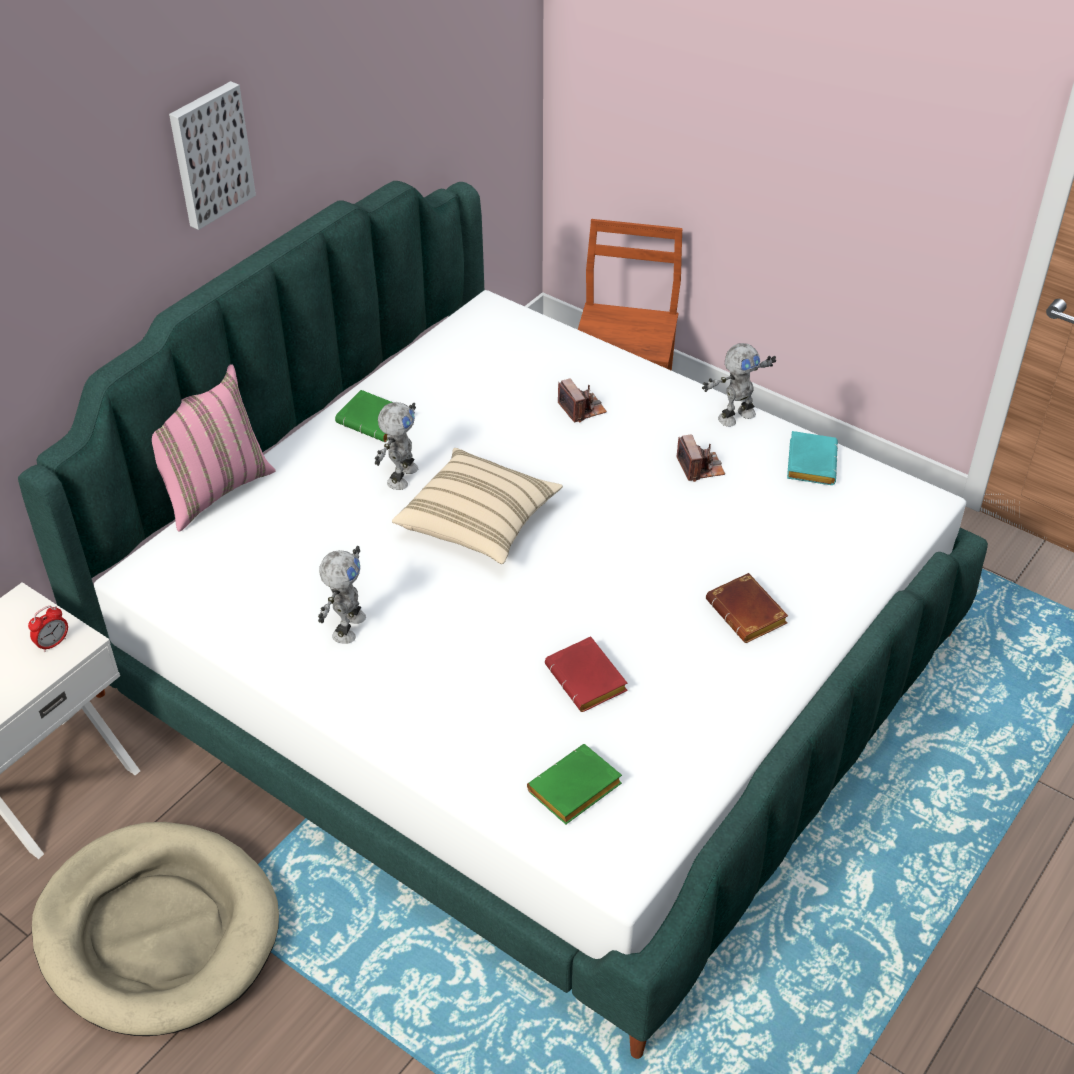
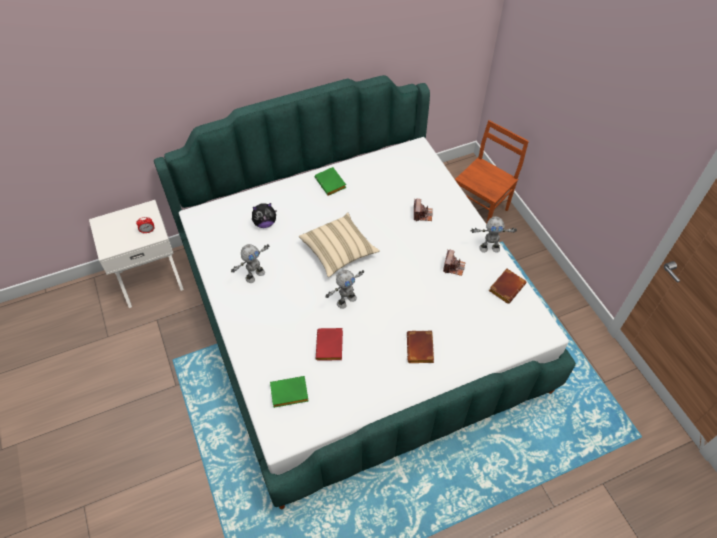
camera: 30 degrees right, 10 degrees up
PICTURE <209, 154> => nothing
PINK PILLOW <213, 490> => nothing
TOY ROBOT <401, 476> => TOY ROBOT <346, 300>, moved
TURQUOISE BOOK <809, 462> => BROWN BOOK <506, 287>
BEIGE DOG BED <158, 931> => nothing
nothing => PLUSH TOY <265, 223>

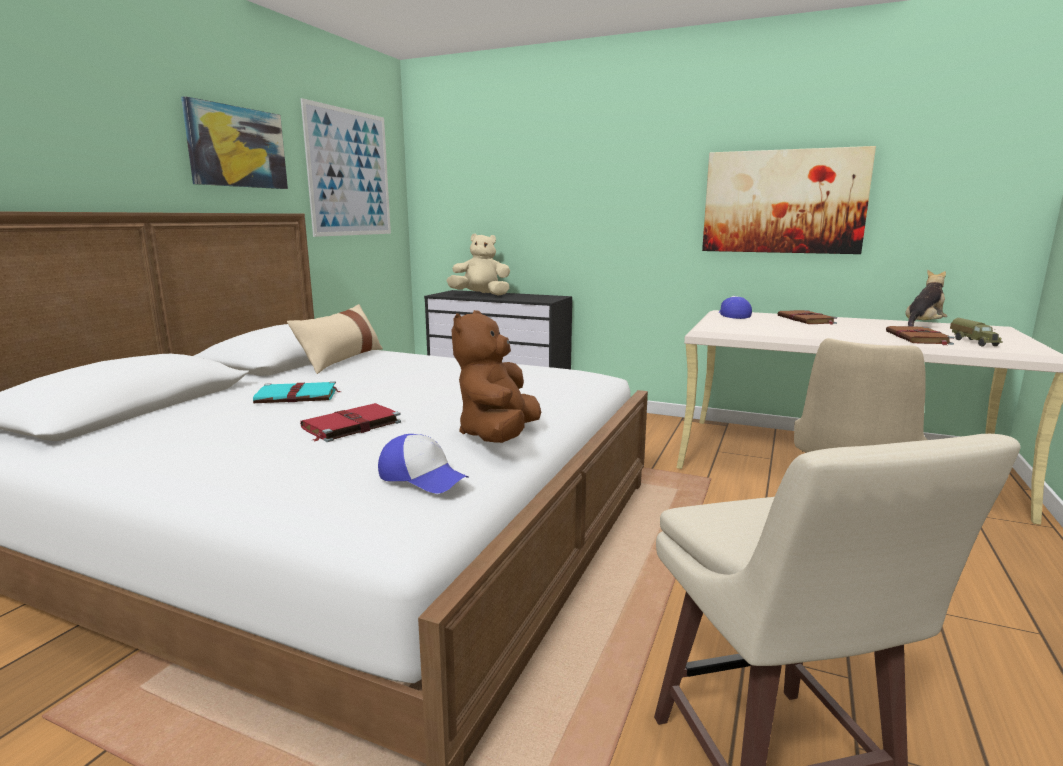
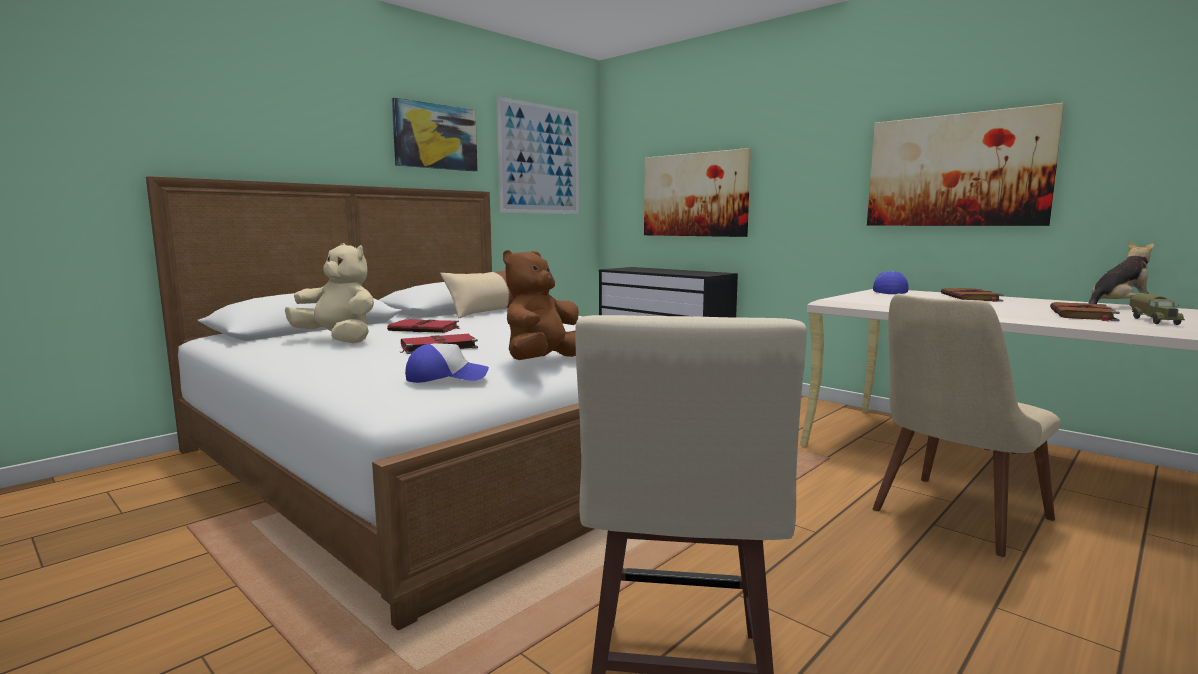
camera: 20 degrees right, 5 degrees down
BEIGE PLUSH TOY <481, 295> => BEIGE PLUSH TOY <338, 340>, moved
TURQUOISE BOOK <298, 396> => RED BOOK <425, 329>
CAP <422, 477> => CAP <446, 377>, 60 degrees counterclockwise
nothing => PICTURE <694, 195>

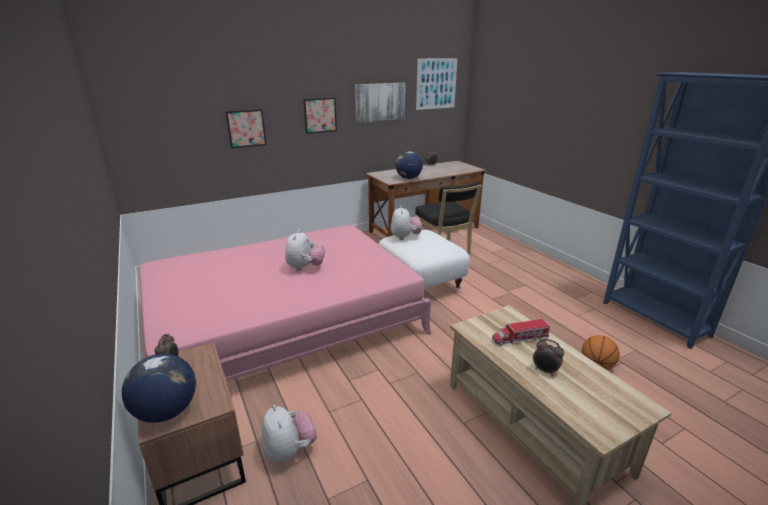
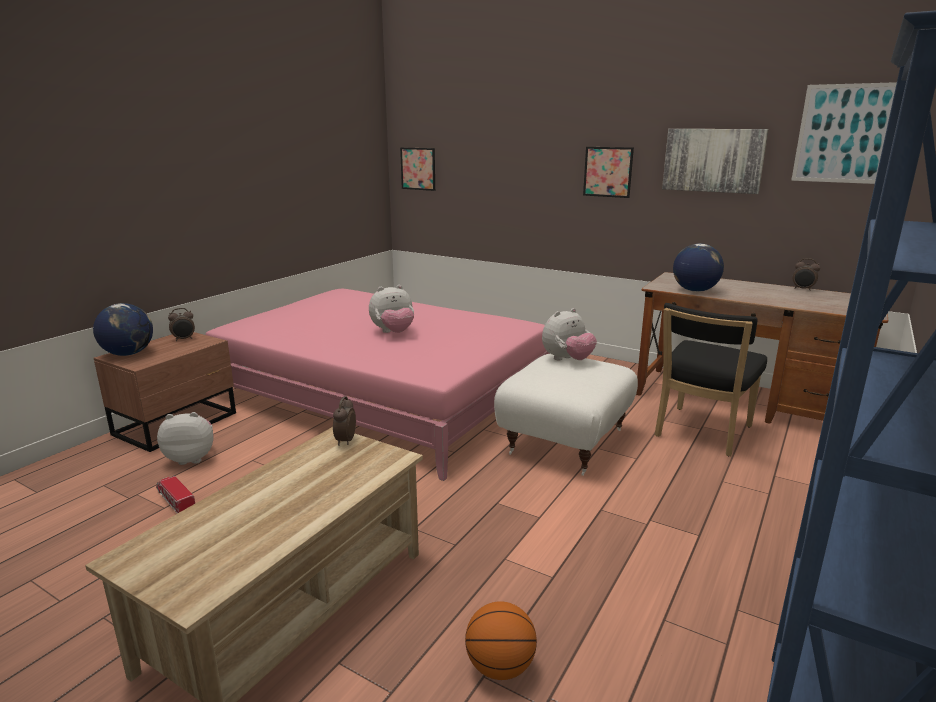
camera: 60 degrees right, 5 degrees down
PICTURE <246, 128> => PICTURE <418, 168>, moved
TOY TRUCK <519, 339> => TOY TRUCK <176, 501>, moved
ALARM CLOCK <545, 371> => ALARM CLOCK <345, 441>, moved
PLUSH TOY <289, 450> => PLUSH TOY <191, 458>, 135 degrees counterclockwise

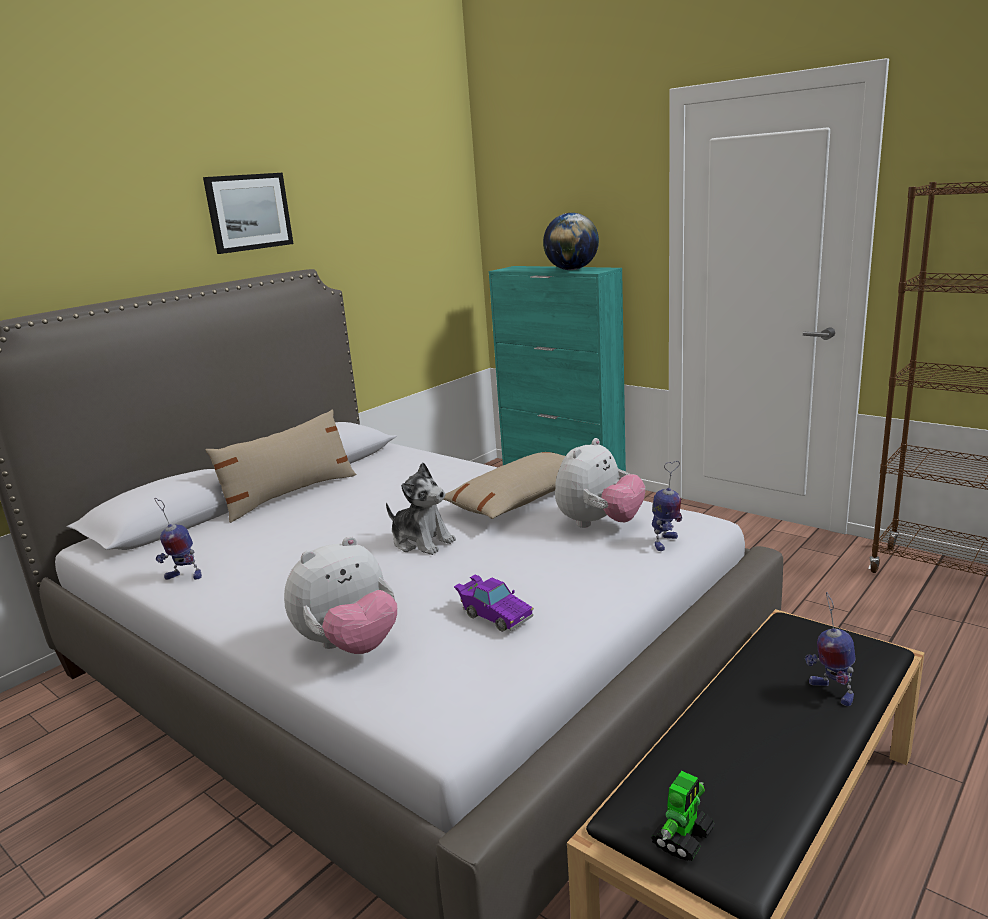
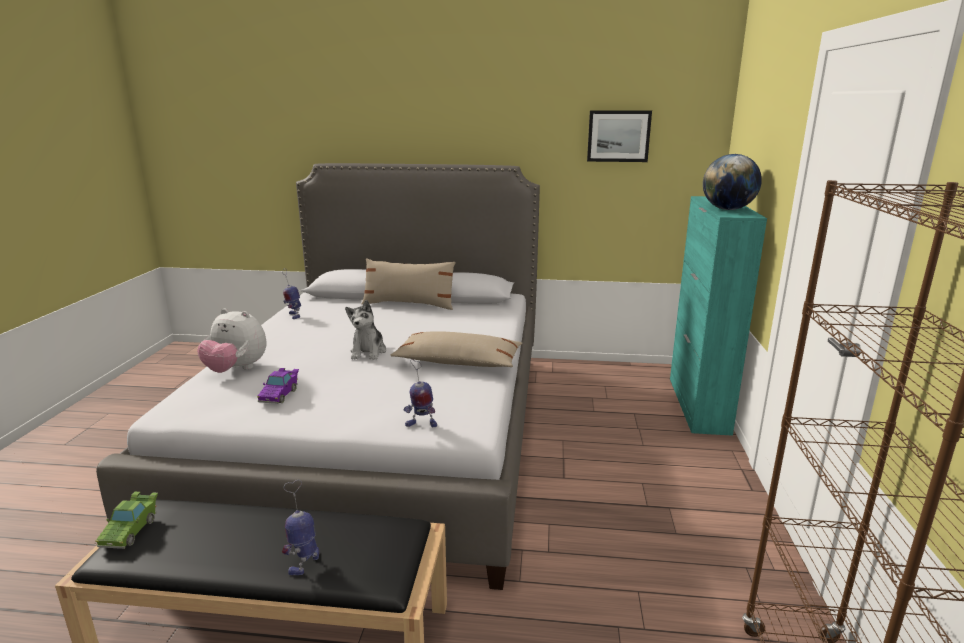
camera: 55 degrees right, 0 degrees up
PICTURE <248, 212> => PICTURE <618, 136>, moved
PLUSH TOY <599, 524> => nothing
TOY ROBOT <683, 837> => GREEN TOY CAR <131, 530>

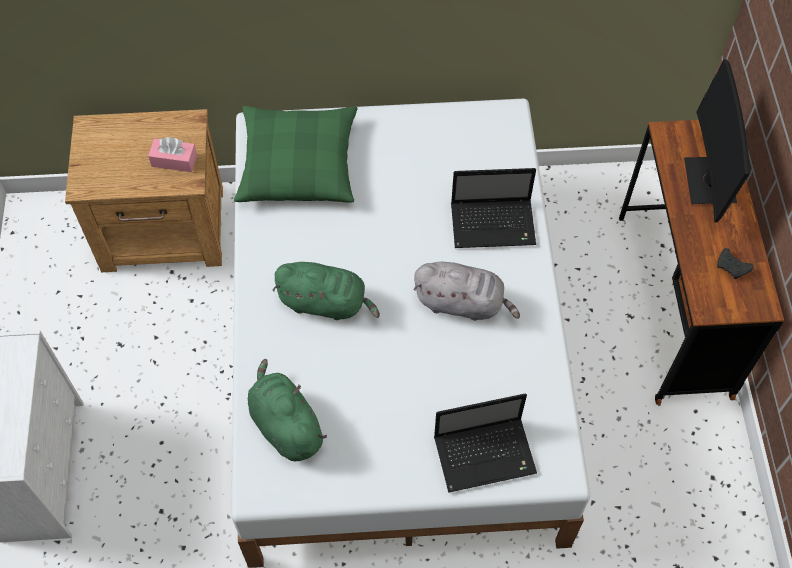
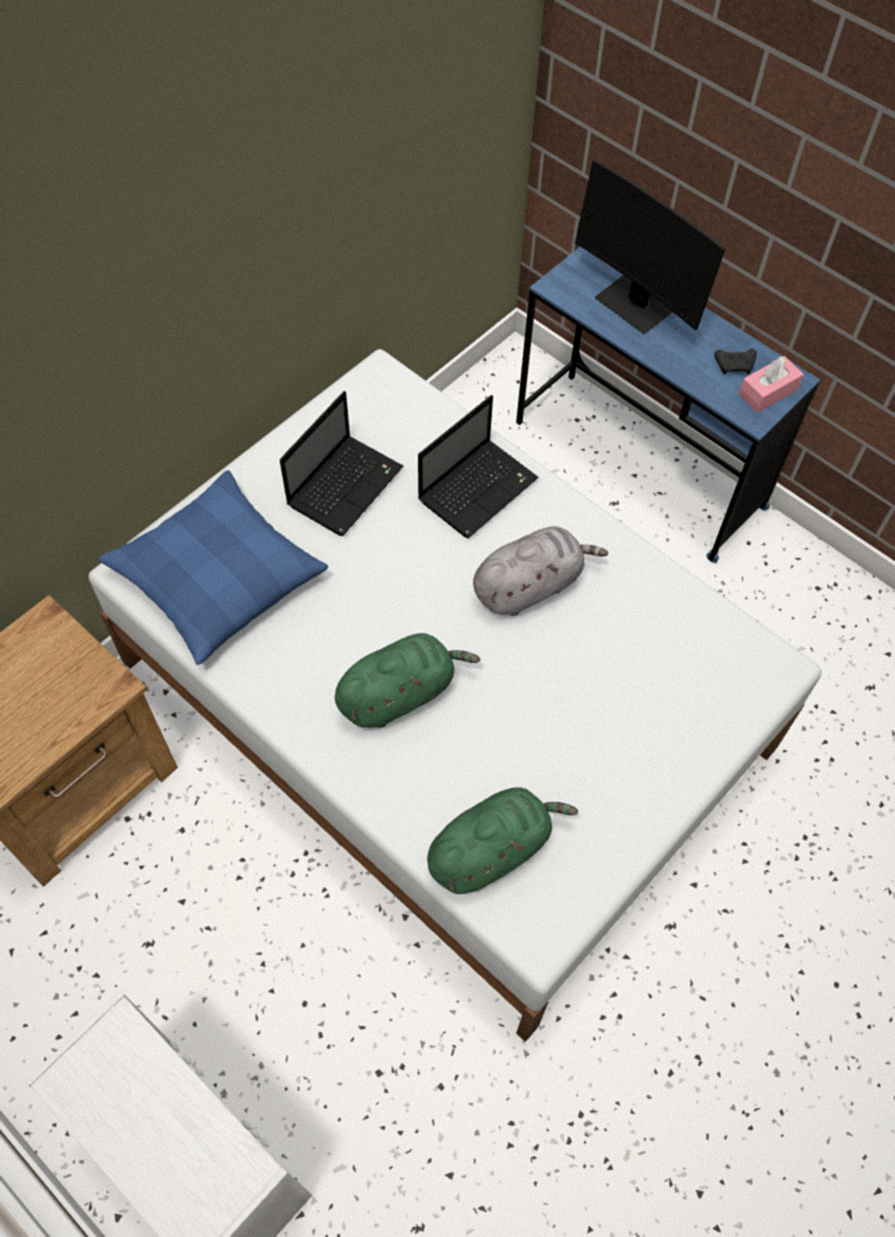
camera: 45 degrees left, 0 degrees up
GREEN PILLOW <298, 164> => BLUE PILLOW <217, 576>
BROWN DESK <673, 304> => BLUE DESK <638, 464>
PINK TISSUE BOX <174, 160> => PINK TISSUE BOX <767, 392>, moved
GREEN PLUSH TOY <285, 425> => GREEN PLUSH TOY <492, 849>, 135 degrees clockwise
LAPTOP <486, 454> => LAPTOP <346, 485>, moved

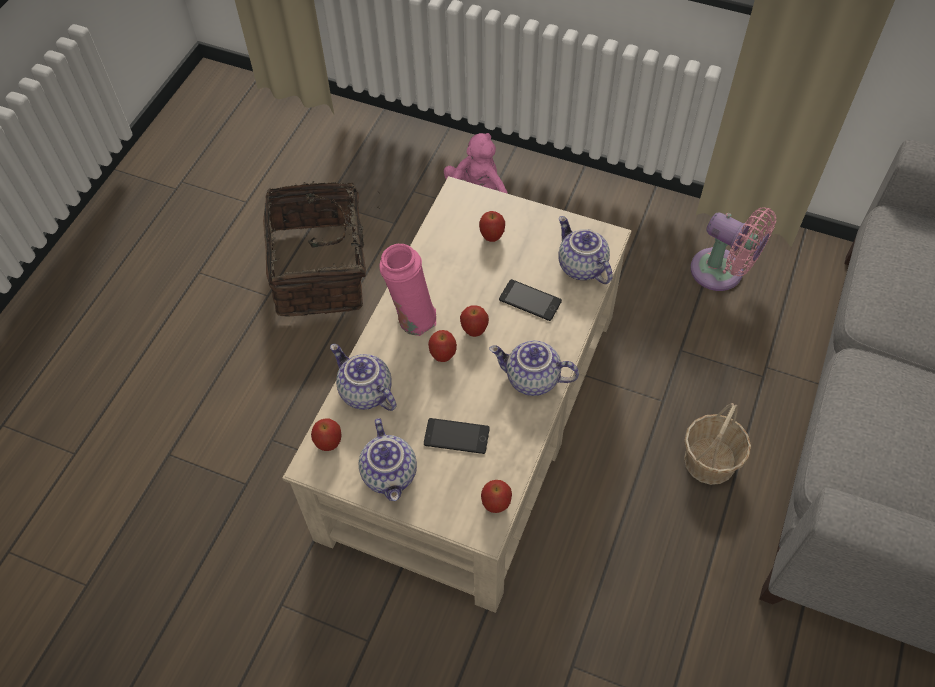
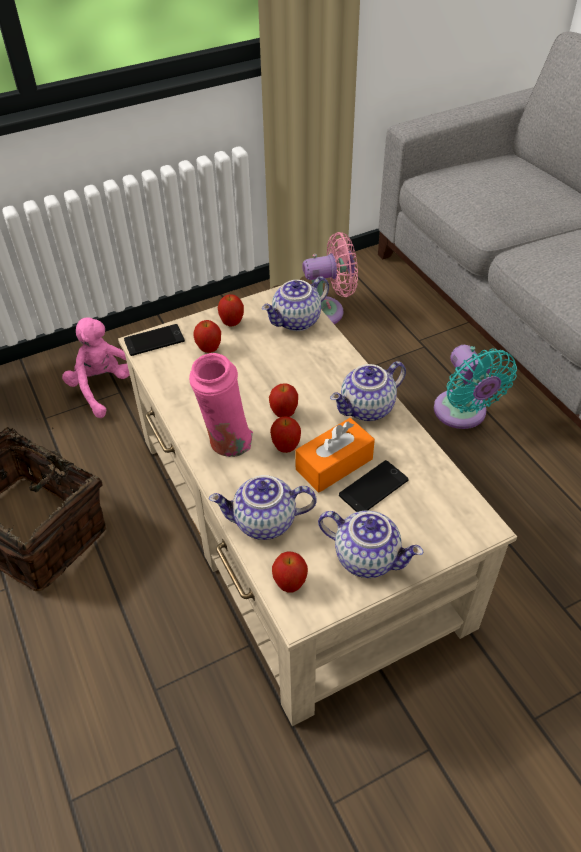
camera: 50 degrees left, 10 degrees down
TEAPOT <580, 267> => TEAPOT <297, 321>, 45 degrees counterclockwise
PHONE <530, 300> => PHONE <154, 340>, moved
BASKET <710, 461> => TURQUOISE FAN <462, 414>
APPLE <496, 504> => APPLE <232, 323>, moved
nothing => ORANGE TISSUE BOX <334, 464>

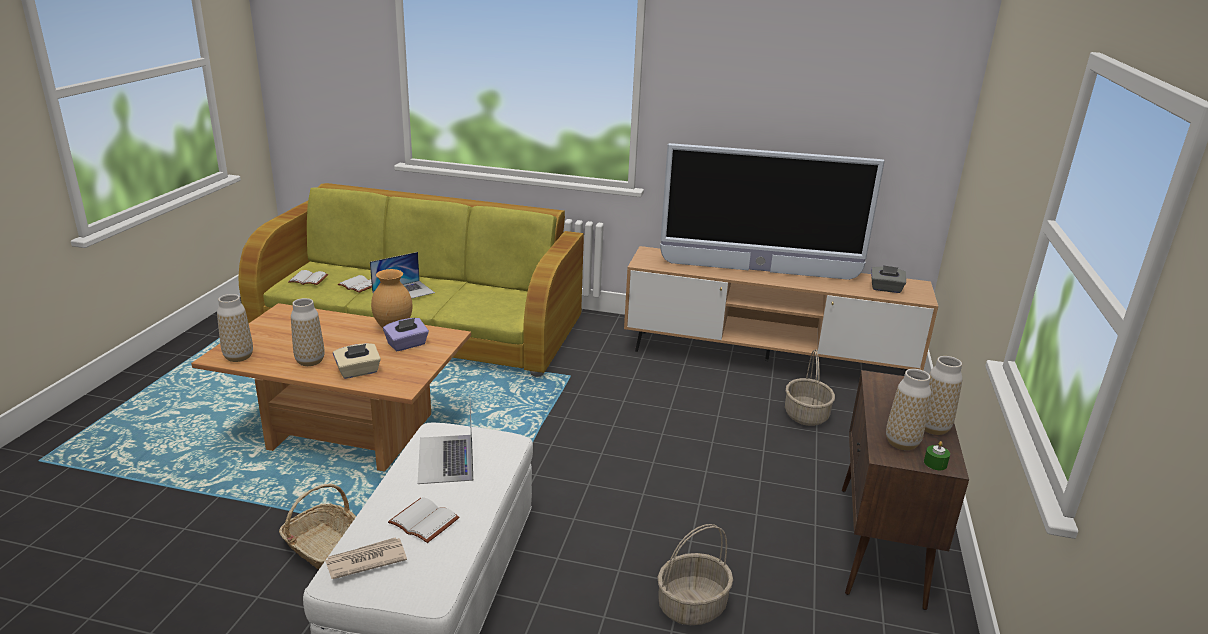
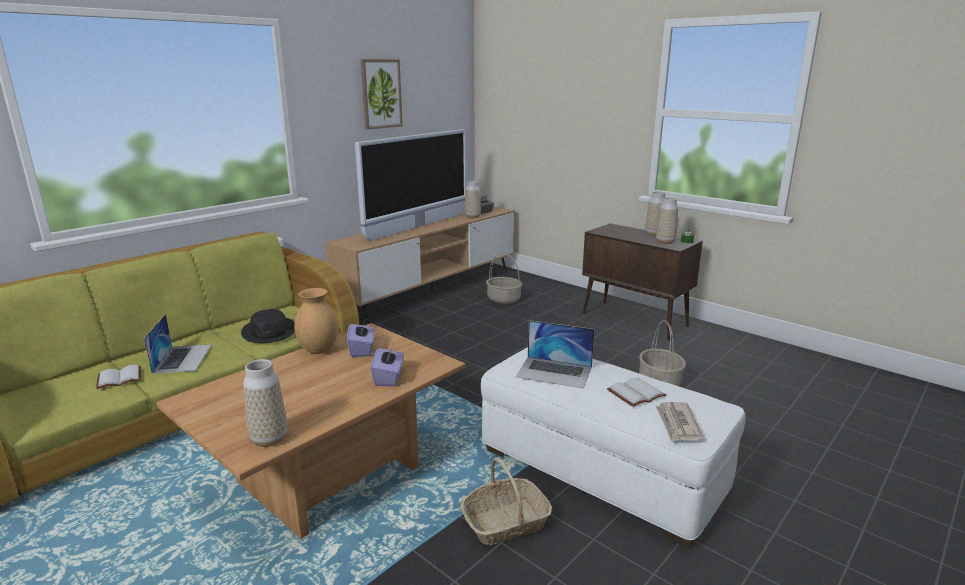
camera: 60 degrees left, 5 degrees down
WHITE BOOK <309, 279> => nothing
VASE <310, 361> => VASE <472, 217>, moved
BEIGE TISSUE BOX <358, 372> => PURPLE TISSUE BOX <389, 378>
nothing => PICTURE <381, 94>
nothing => BLACK HAT <269, 331>

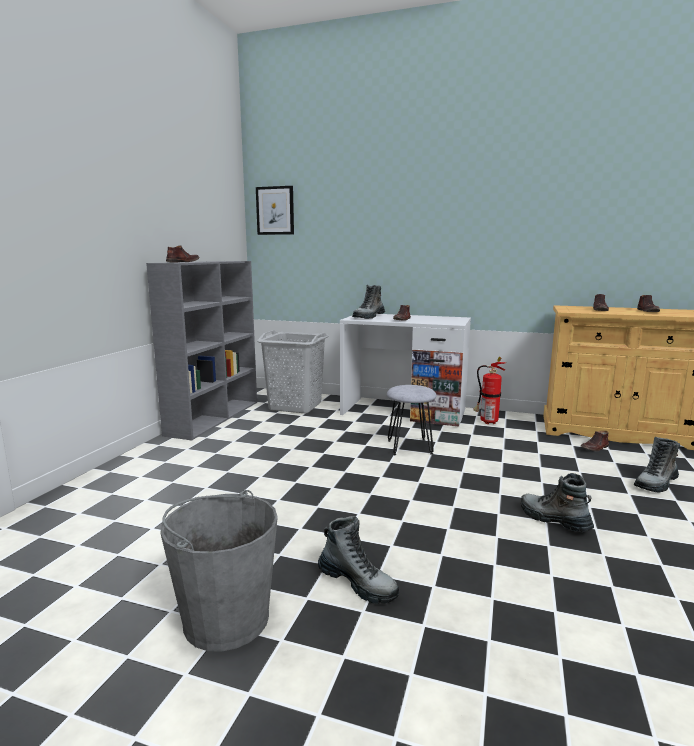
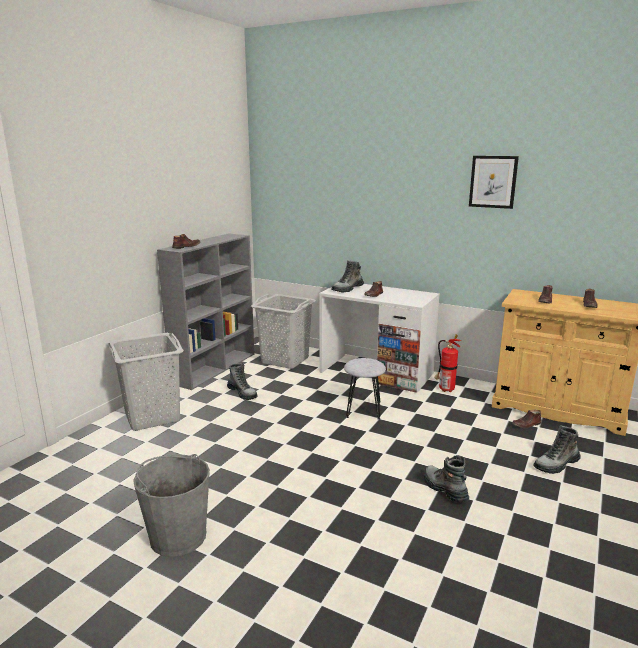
camera: 10 degrees right, 5 degrees up
PICTURE <275, 210> => PICTURE <493, 182>, moved
BOOT <357, 583> => BOOT <242, 393>, moved
nothing => GREY LAUNDRY BASKET <152, 417>

